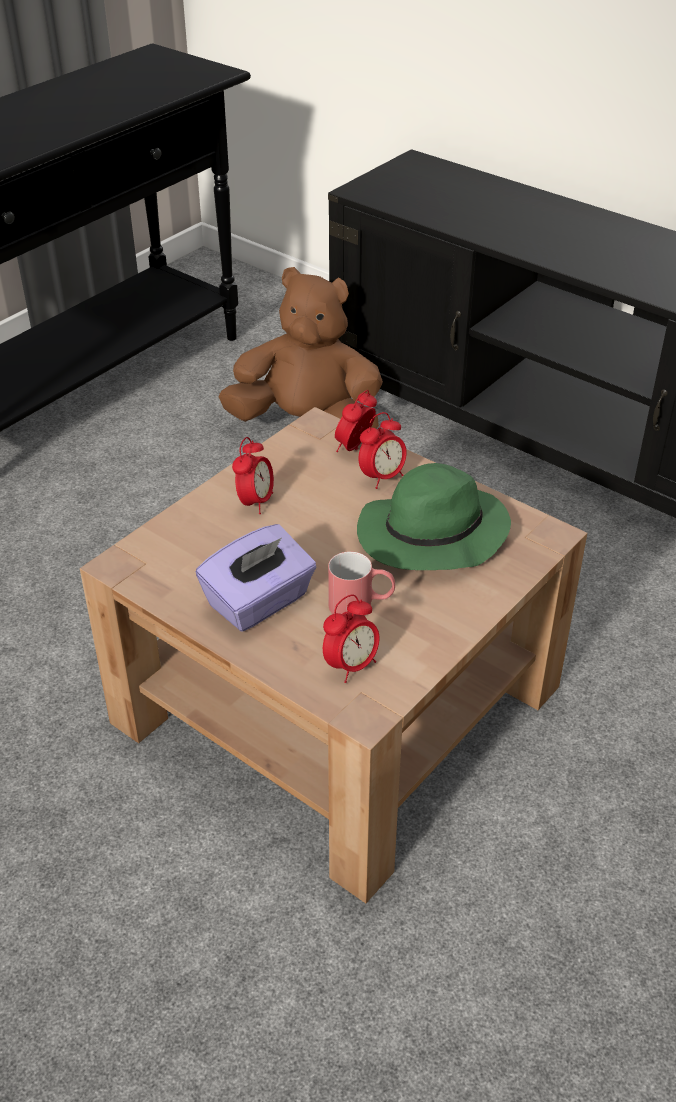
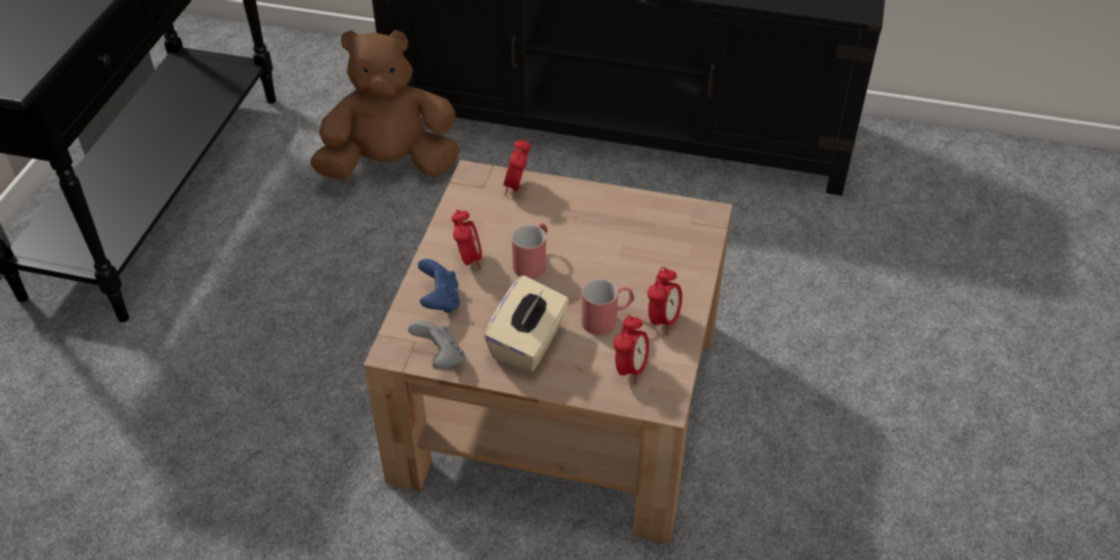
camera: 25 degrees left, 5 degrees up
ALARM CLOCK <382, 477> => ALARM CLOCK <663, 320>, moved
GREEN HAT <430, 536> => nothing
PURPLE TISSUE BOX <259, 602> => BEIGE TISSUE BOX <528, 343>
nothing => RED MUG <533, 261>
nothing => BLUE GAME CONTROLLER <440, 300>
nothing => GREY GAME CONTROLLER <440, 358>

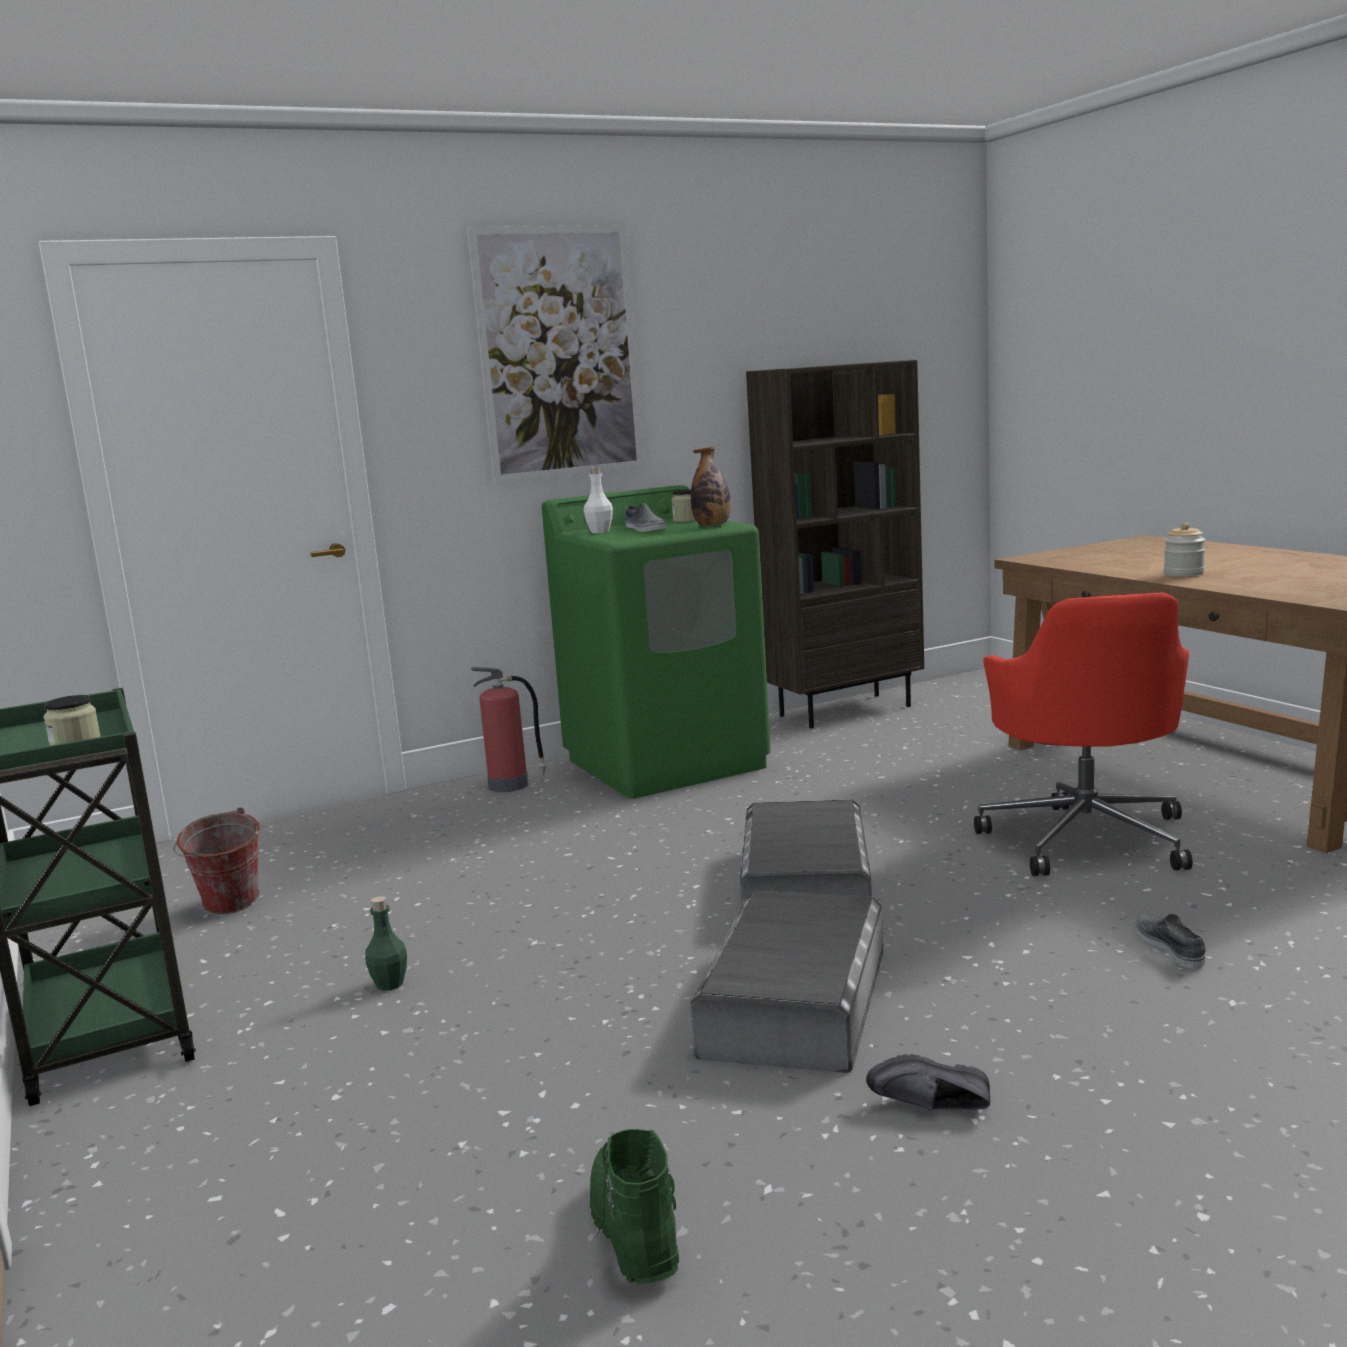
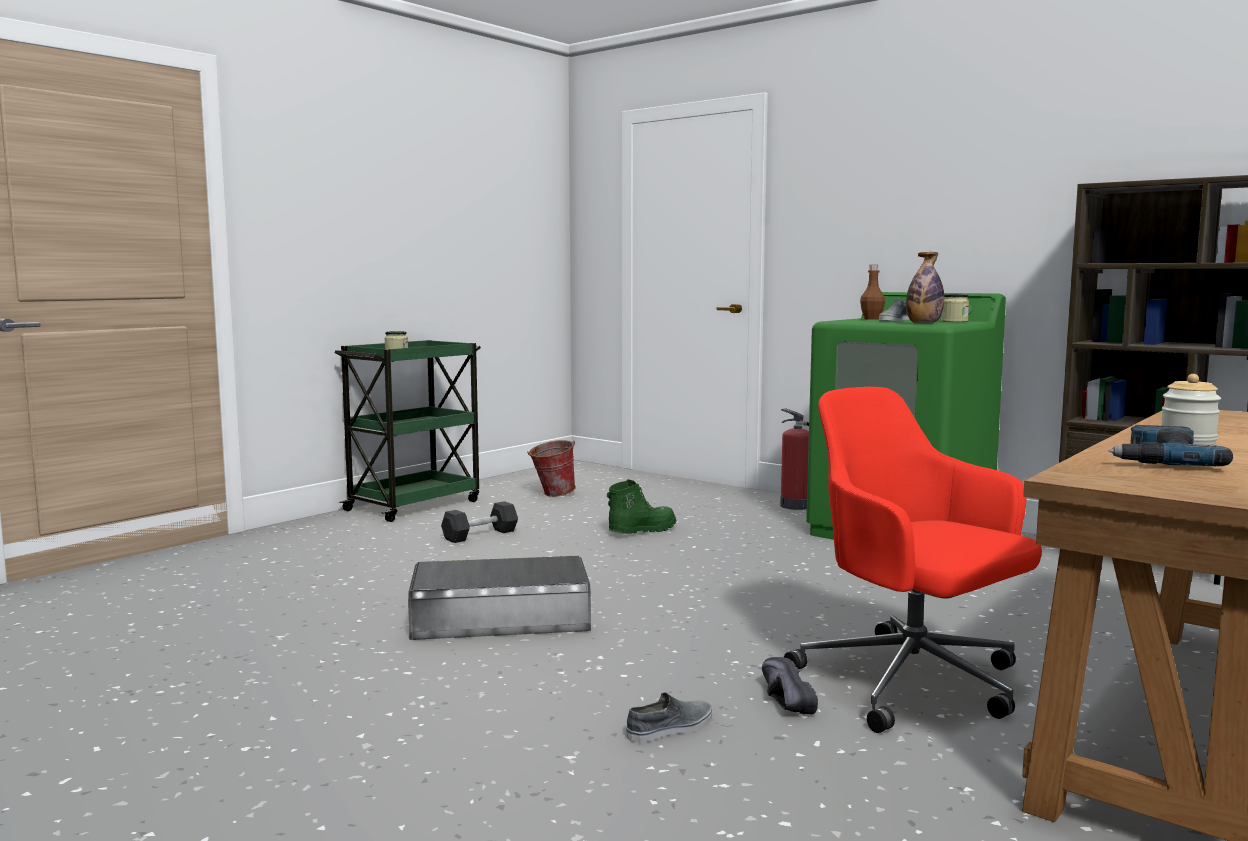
camera: 65 degrees right, 5 degrees down
PICTURE <559, 353> => nothing
WHITE BOTTLE <600, 531> => BROWN BOTTLE <871, 319>
RED OFFICE CHAIR <1086, 838> => RED OFFICE CHAIR <913, 684>, 75 degrees clockwise
GREY STORAGE BOX <806, 883> => nothing
GREEN BOTTLE <390, 984> => BLACK DUMBBELL <480, 535>
BLACK SHOE <933, 1109> => BLACK SHOE <780, 701>, moved
GREEN BOOT <633, 1230> => GREEN BOOT <641, 531>, moved
nothing => POWER DRILL <1158, 459>

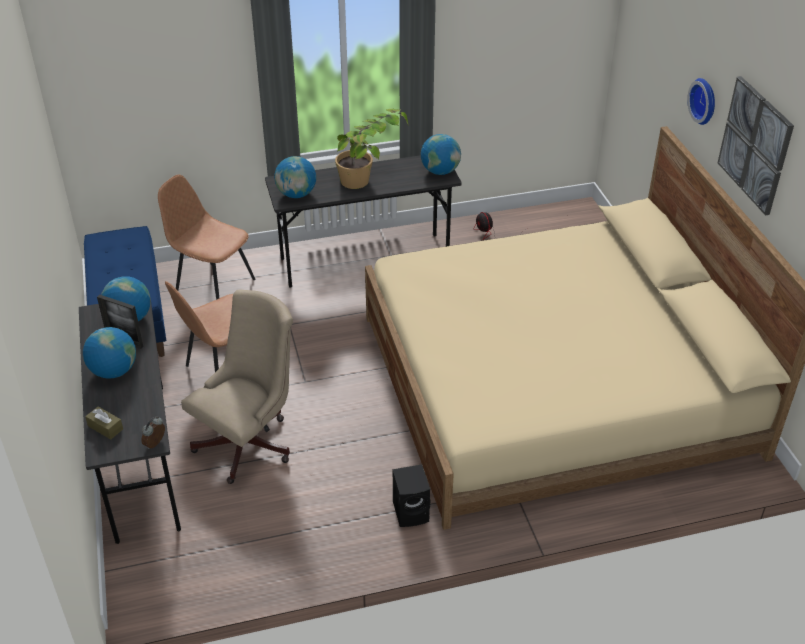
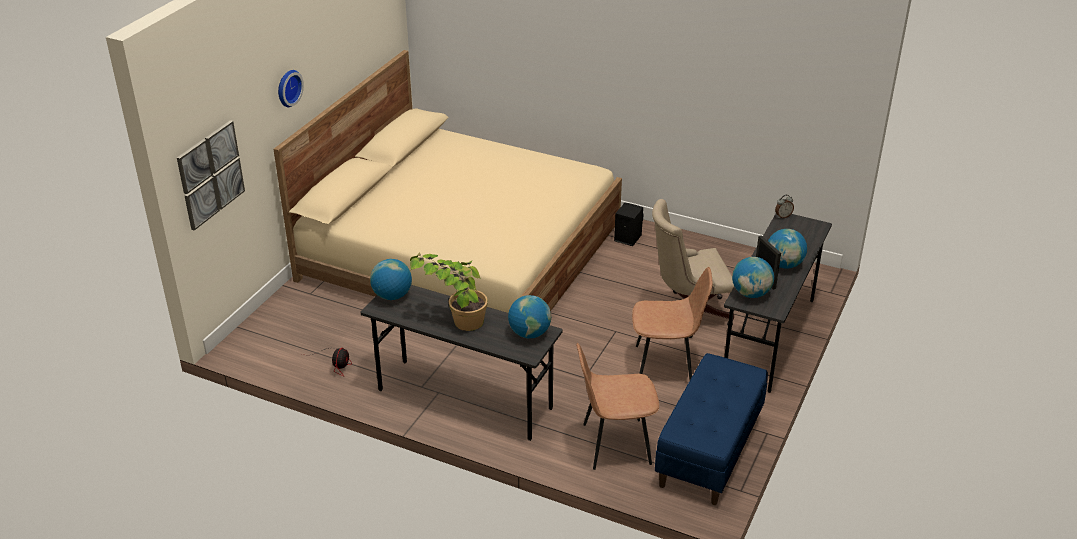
camera: 140 degrees left, 5 degrees down
PICTURE <755, 145> => PICTURE <210, 174>, moved
BROWN CHAIR <213, 287> => BROWN CHAIR <614, 444>, 105 degrees clockwise
BROWN TISSUE BOX <105, 427> => nothing

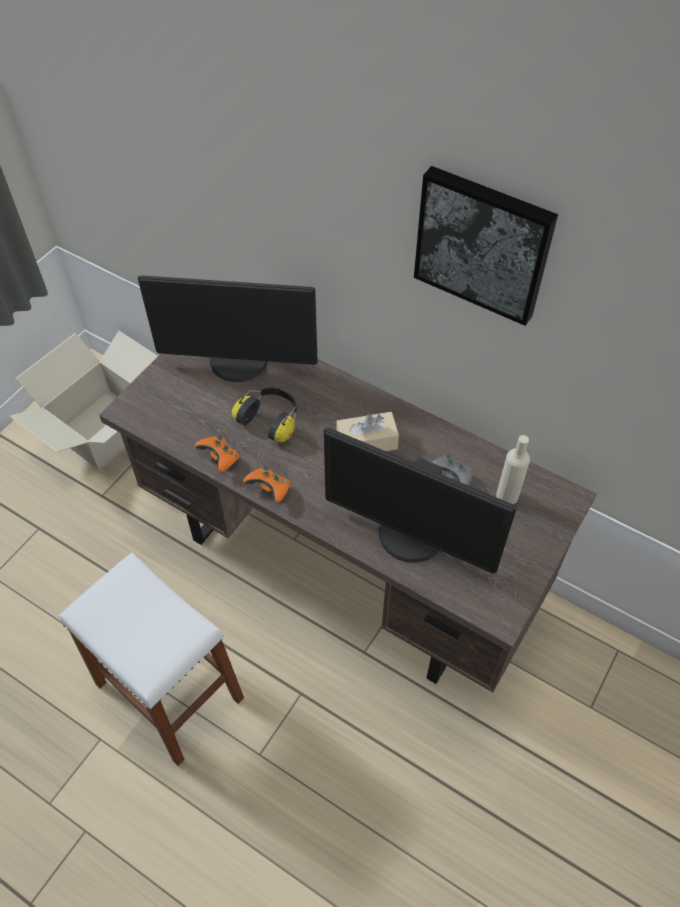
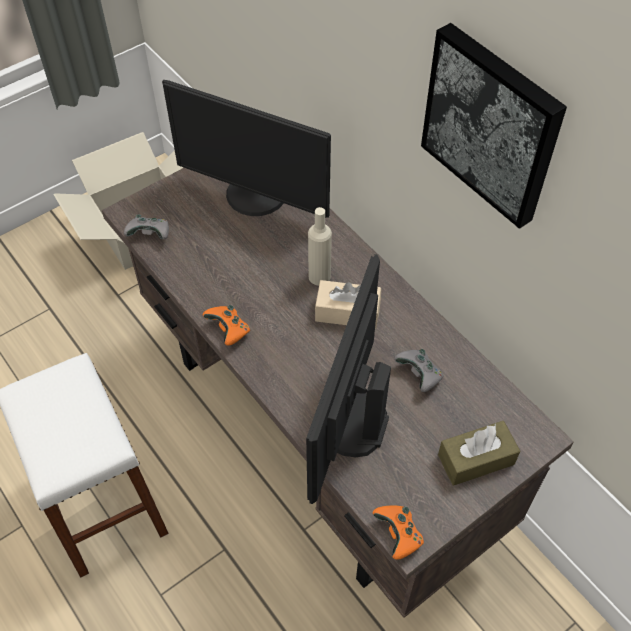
camera: 20 degrees right, 0 degrees up
HEADPHONES <271, 420> => nothing
MONITOR <410, 536> => MONITOR <349, 422>, 60 degrees clockwise
ORANGE GAME CONTROLLER <220, 459> => ORANGE GAME CONTROLLER <398, 535>, moved
BEIGE BOTTLE <507, 496> => BEIGE BOTTLE <319, 276>, moved
nothing => GREY GAME CONTROLLER <150, 235>
nothing => BROWN TISSUE BOX <476, 459>

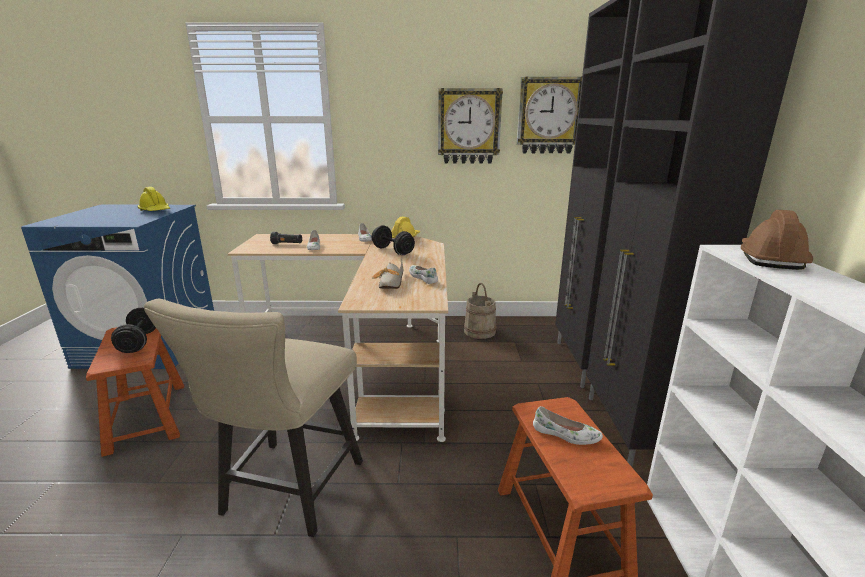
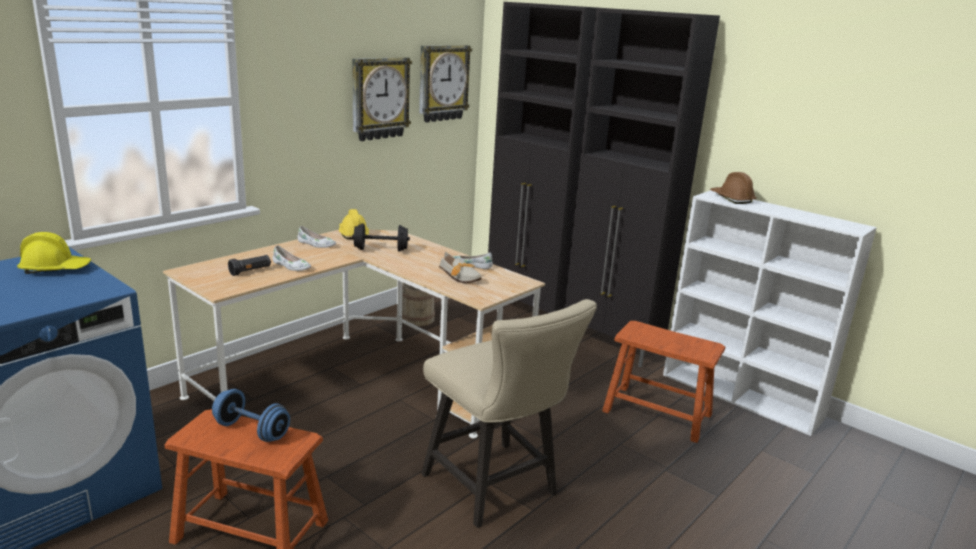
camera: 50 degrees left, 0 degrees up
BLACK DUMBBELL <139, 342> => BLUE DUMBBELL <252, 431>
WHITE SHOE <566, 435> => nothing

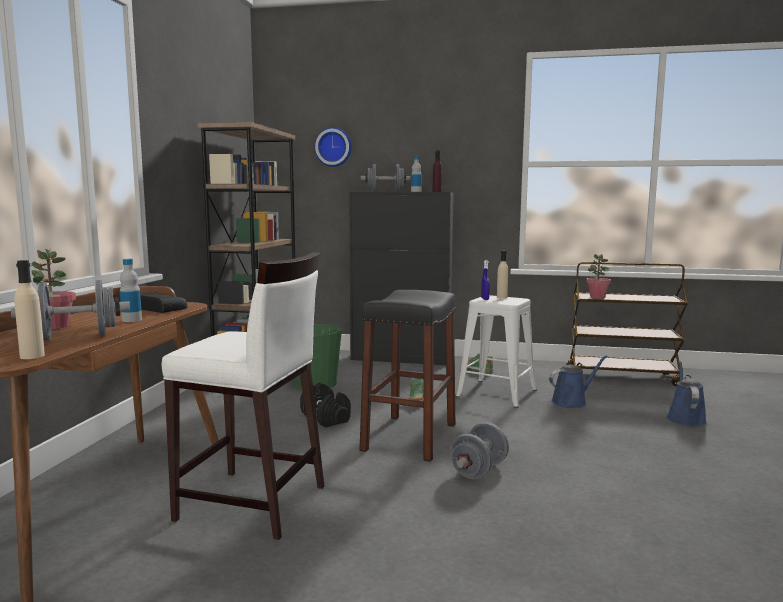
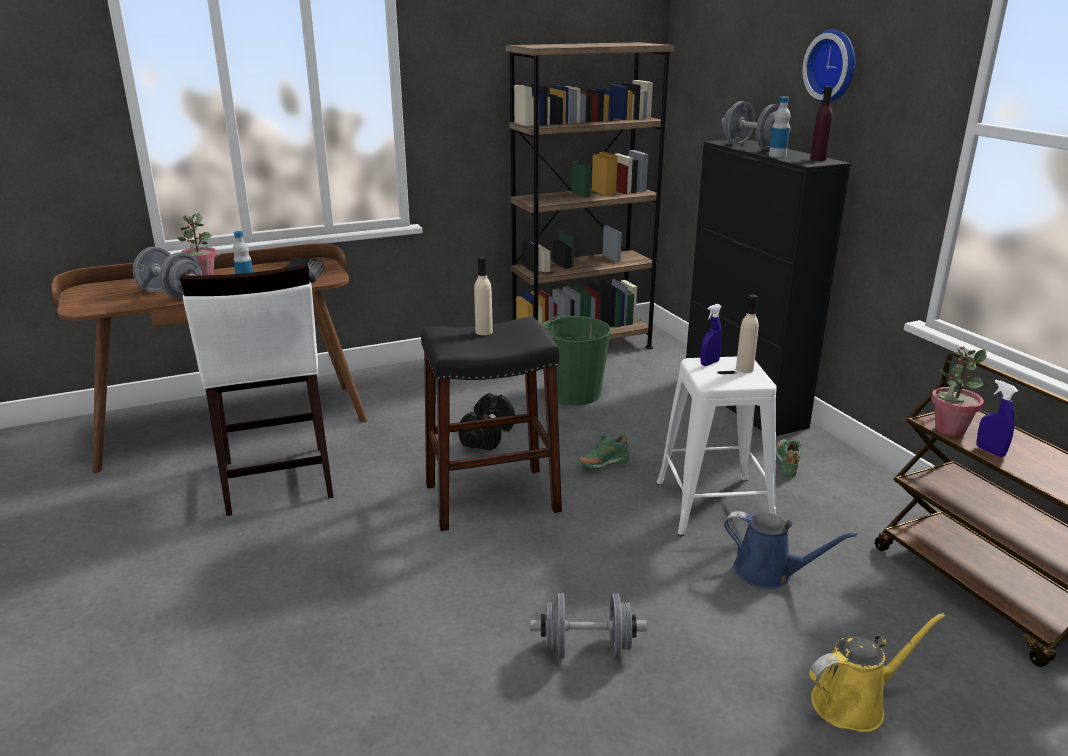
camera: 55 degrees right, 15 degrees up
WALL CLOCK <334, 147> => WALL CLOCK <834, 66>, moved
BEIGE BOTTLE <32, 356> => BEIGE BOTTLE <484, 332>, moved
BLUE WATERING CAN <685, 418> => YELLOW WATERING CAN <854, 703>
GREY DUMBBELL <478, 470> => GREY DUMBBELL <587, 650>, moved
nothing => BLUE SPRAY BOTTLE <990, 451>

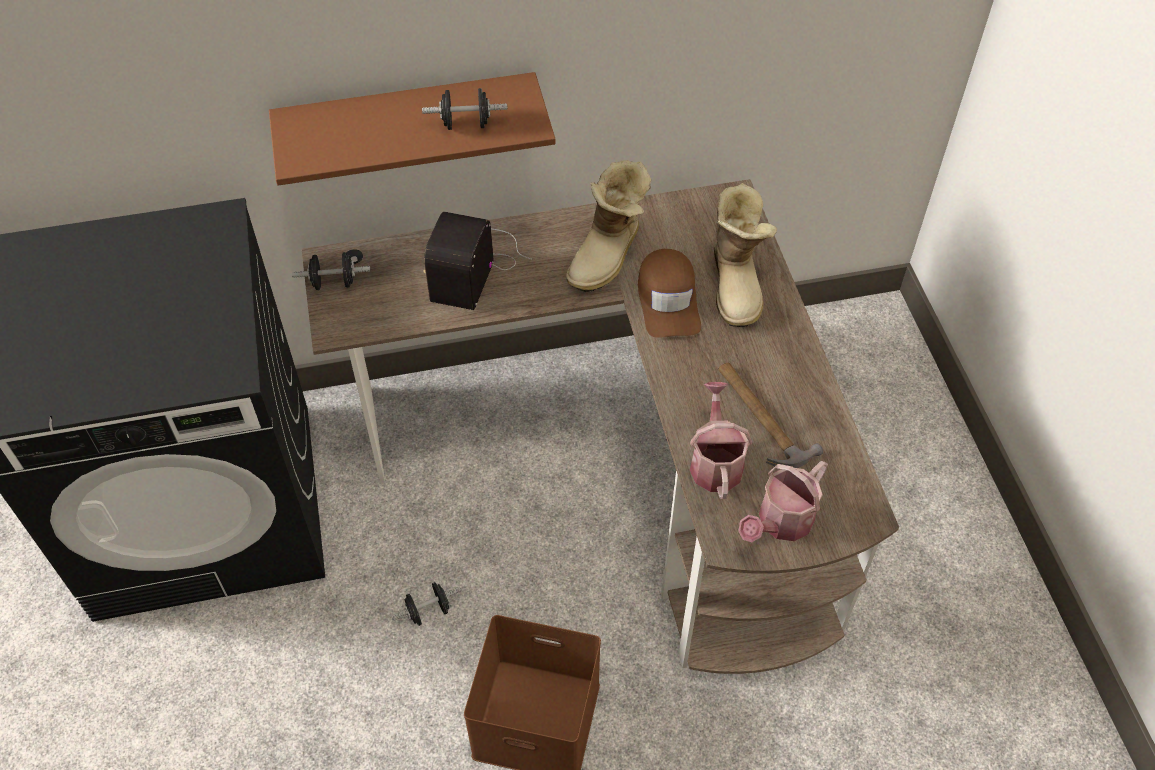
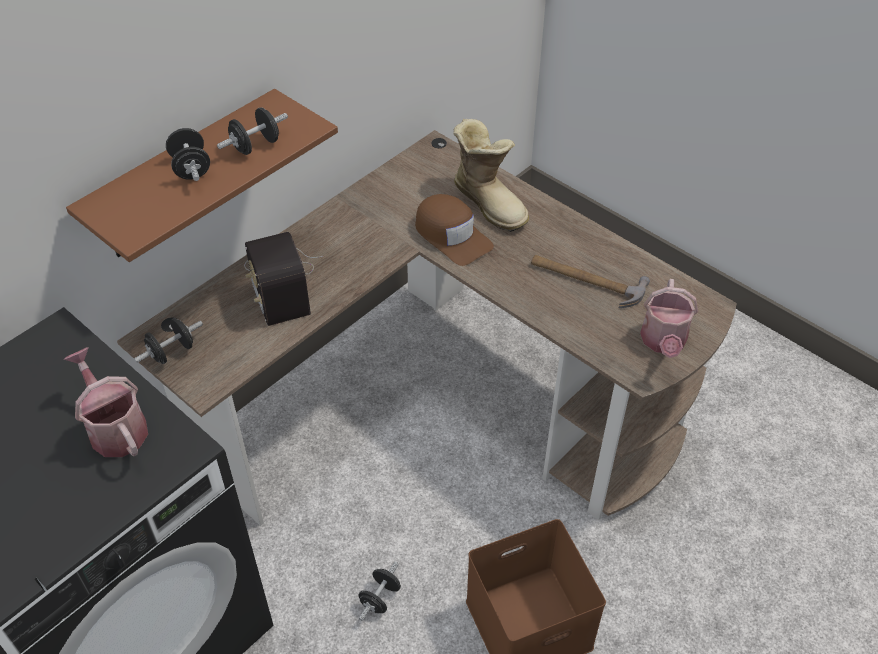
camera: 35 degrees left, 5 degrees down
BOOT <609, 256> => nothing
WATERING CAN <715, 461> => WATERING CAN <115, 427>, moved
nothing => BLACK DUMBBELL <191, 168>

